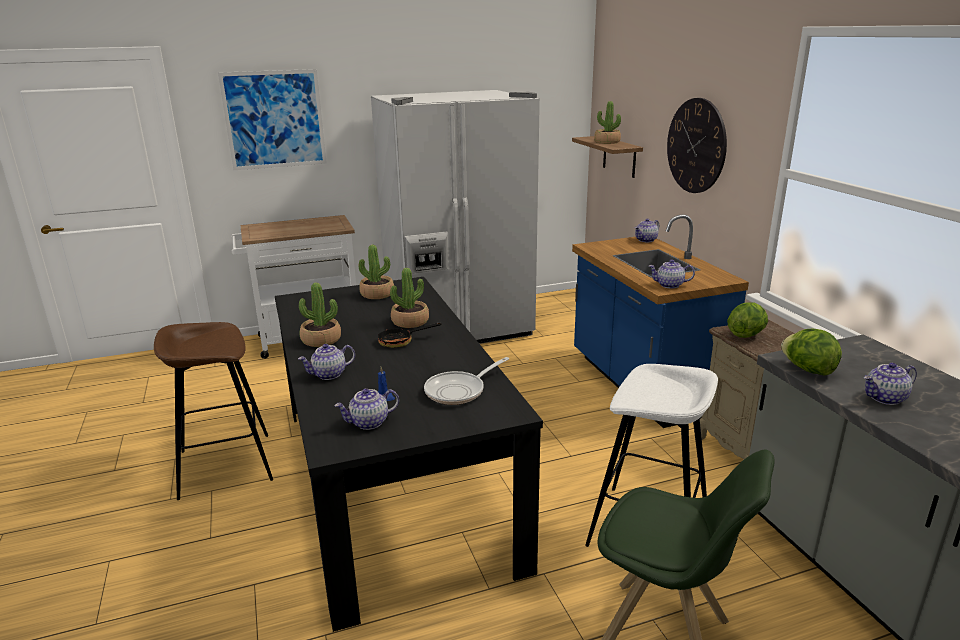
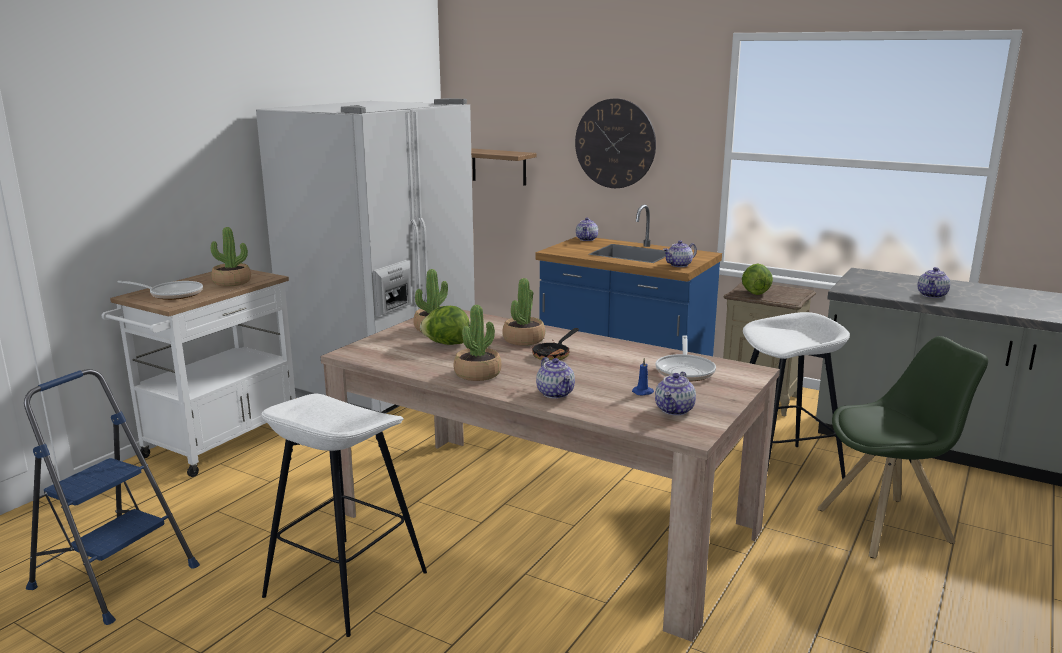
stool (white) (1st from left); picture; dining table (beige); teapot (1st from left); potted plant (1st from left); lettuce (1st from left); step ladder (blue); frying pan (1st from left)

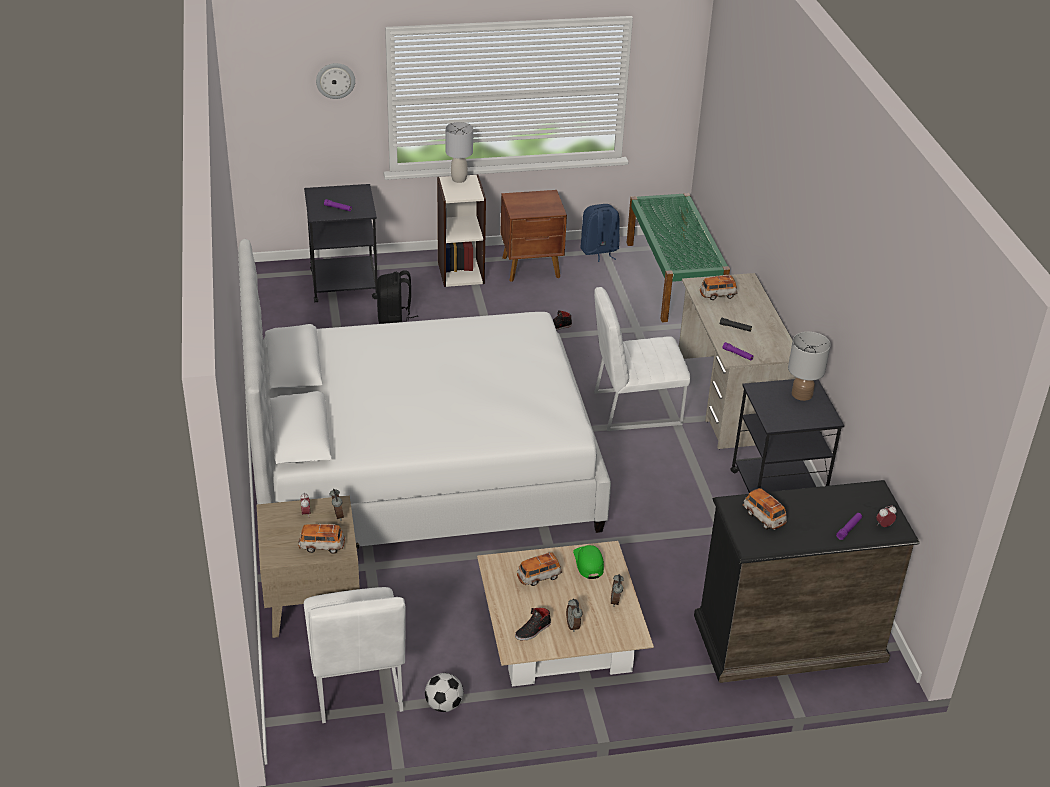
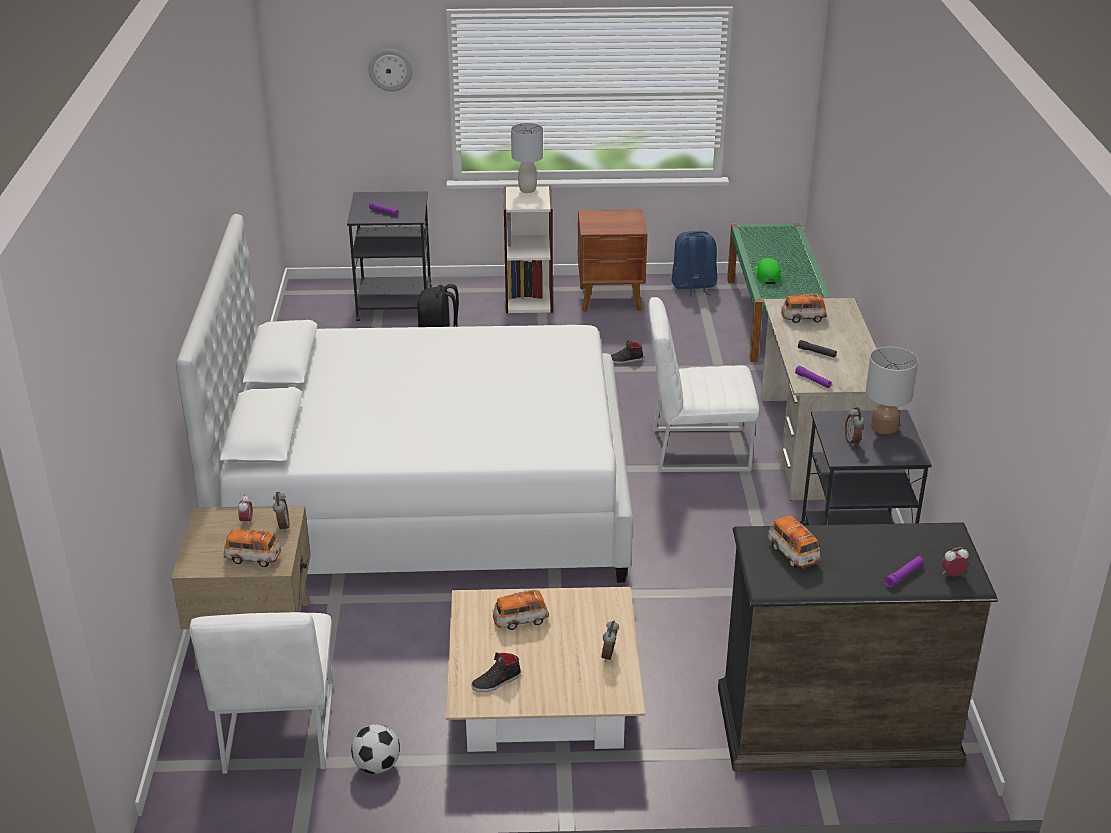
alarm clock (4th from left); cap (green)

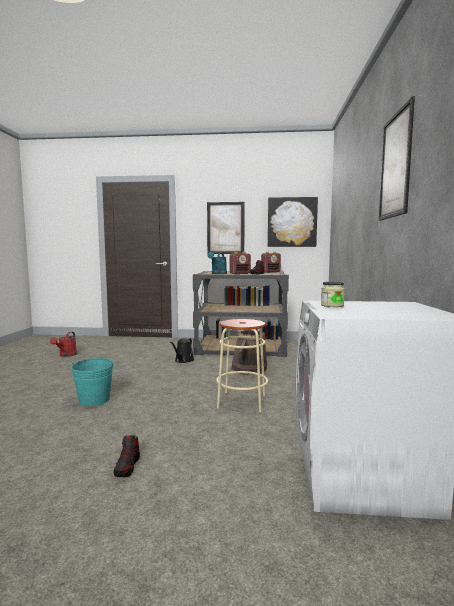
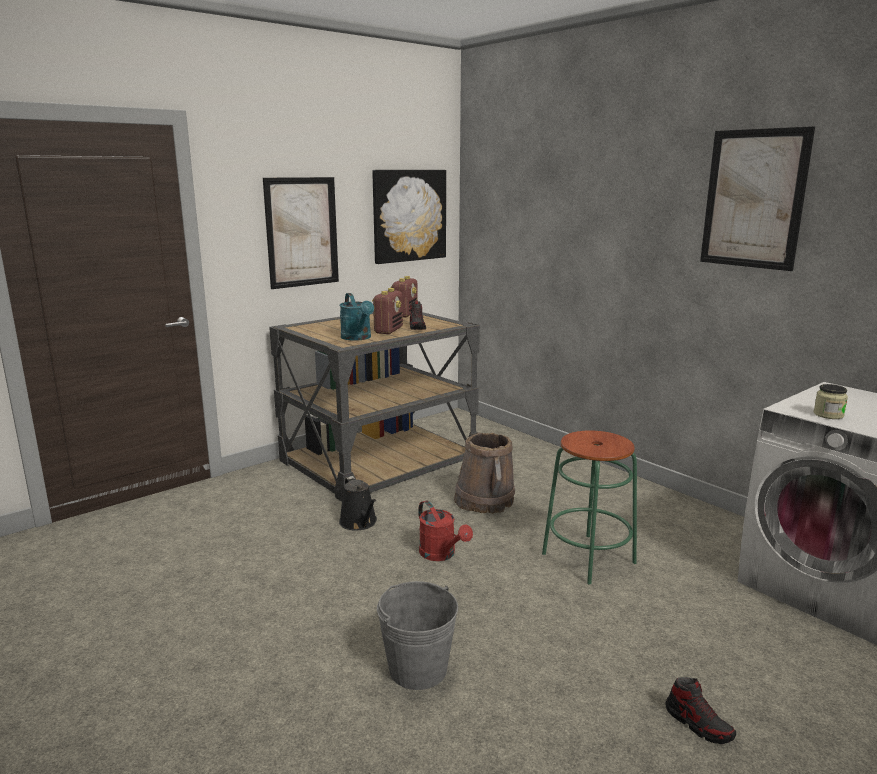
watering can (red); bucket (grey); stool (green)

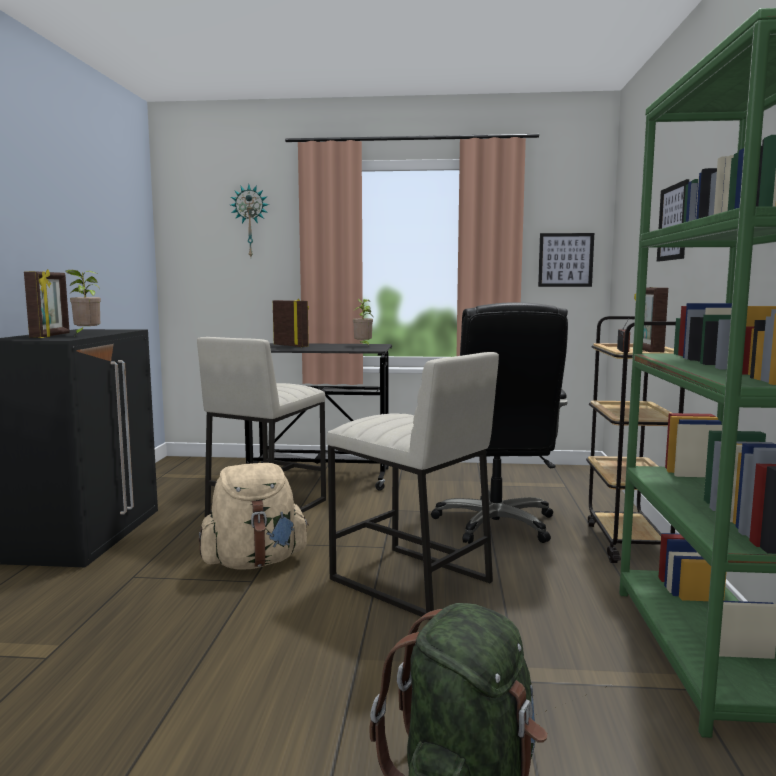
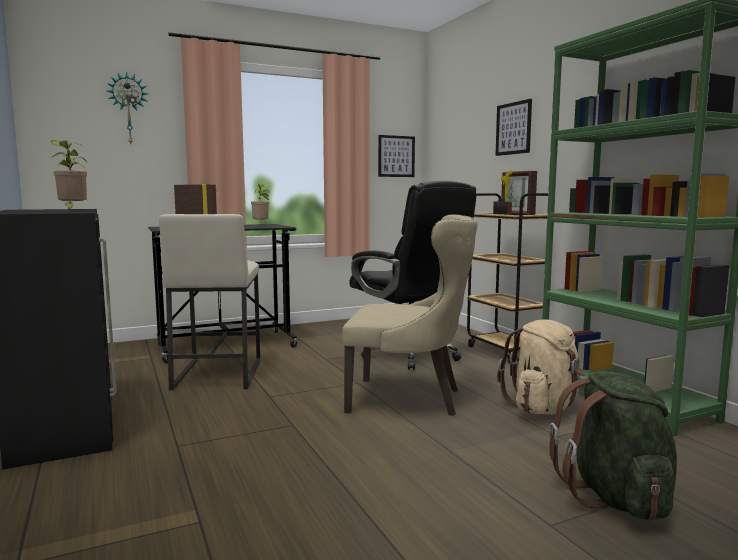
picture frame (1st from left in the first image); backpack (beige); chair (beige)

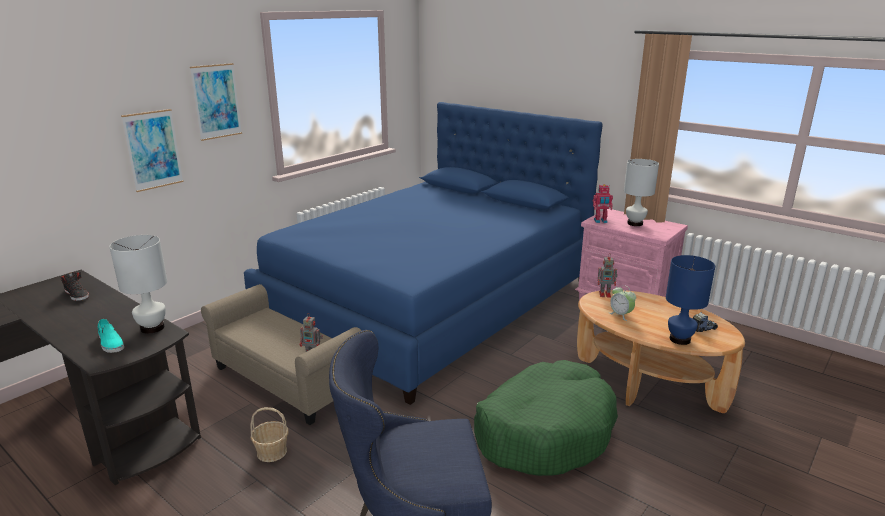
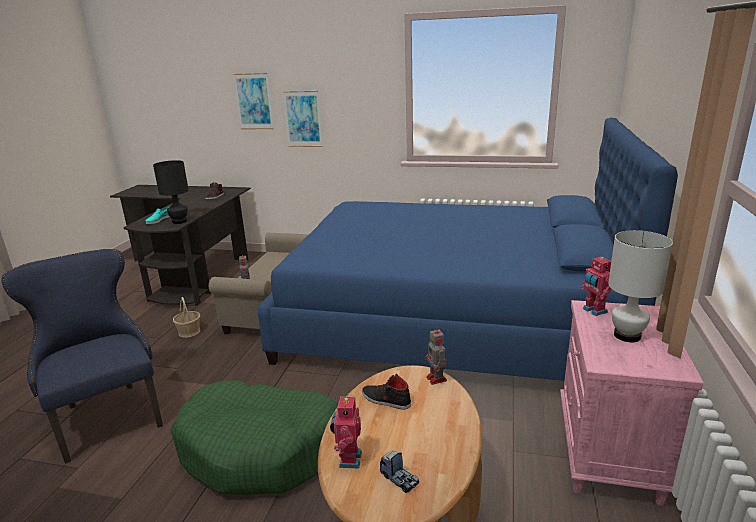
table lamp (black); picture (1st from left); shoe (black) (2nd from left); toy robot (2nd from left)

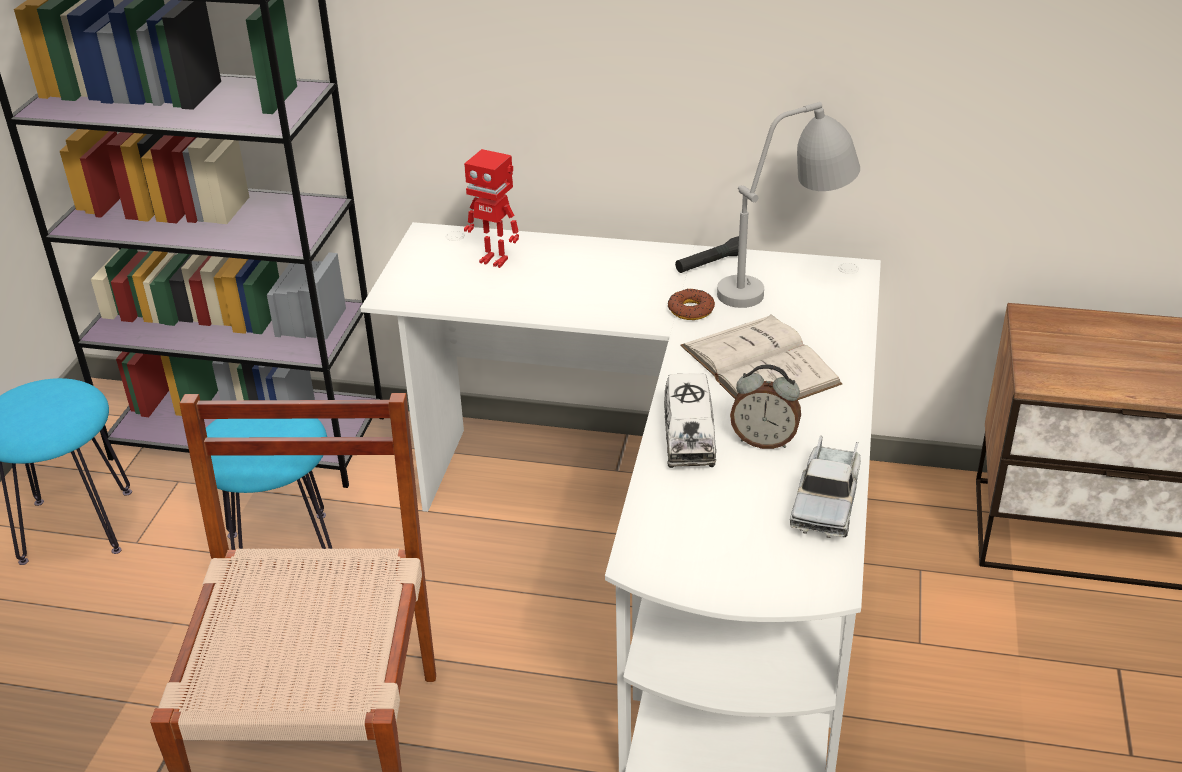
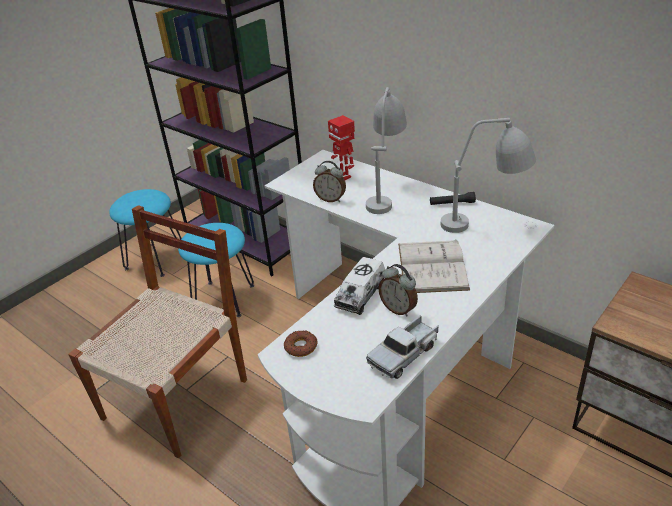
donut; alarm clock (1st from left); table lamp (grey) (1st from left)

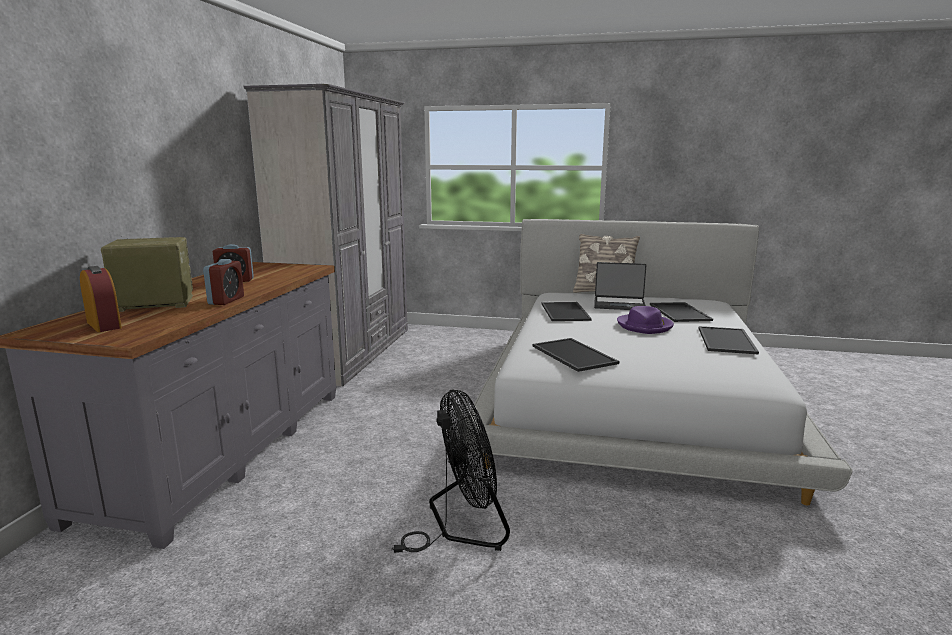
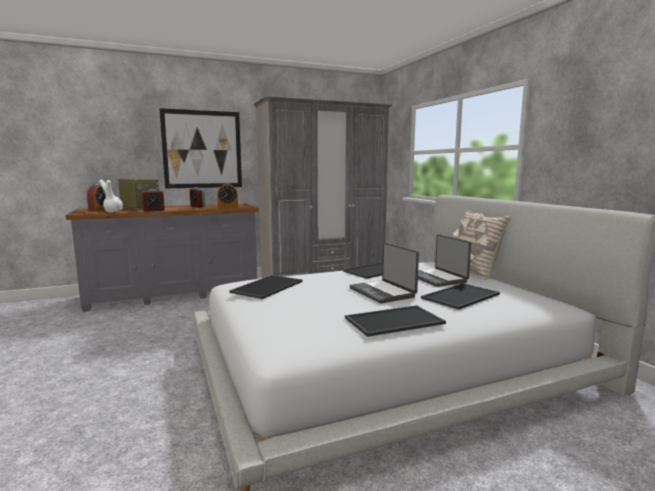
fan (black); laptop (1st from left); vase (white); picture; alarm clock (4th from left)

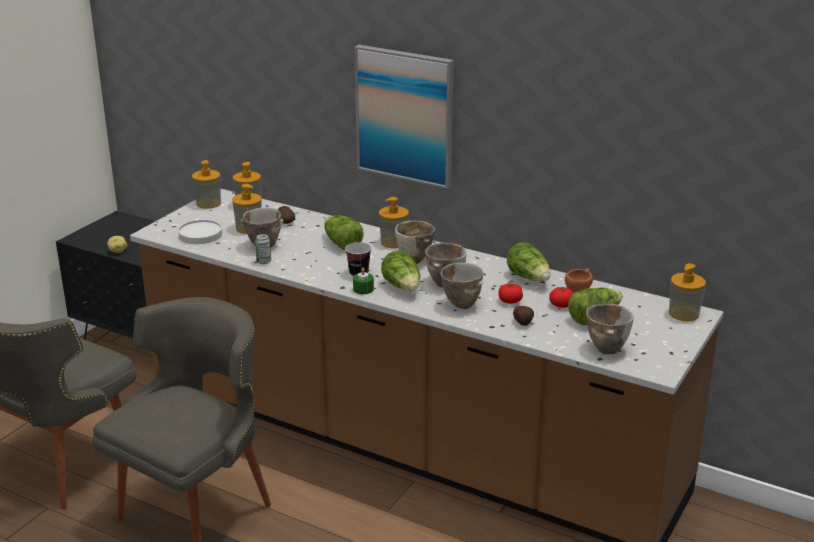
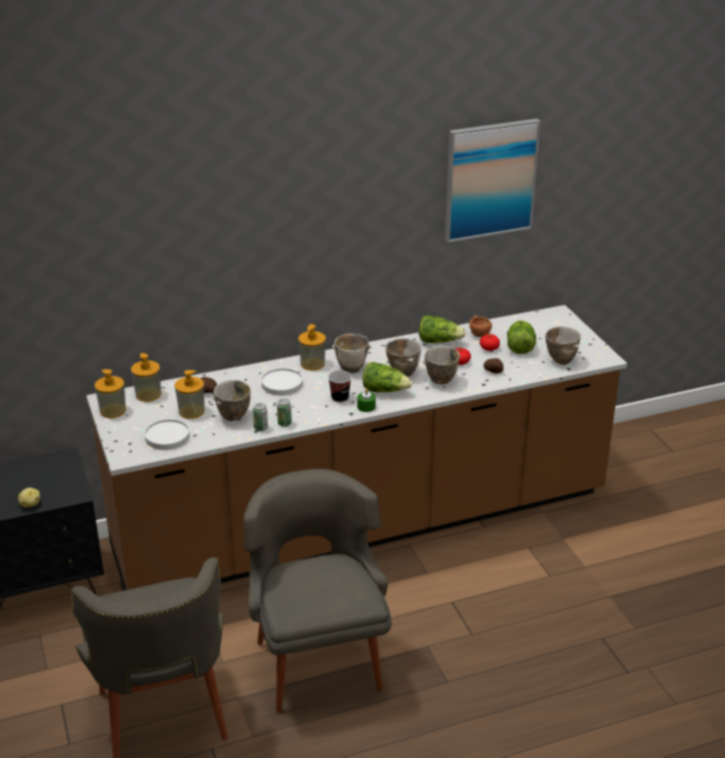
plate (white) (2nd from left); picture; soap dispenser (5th from left in the first image); can (2nd from left)

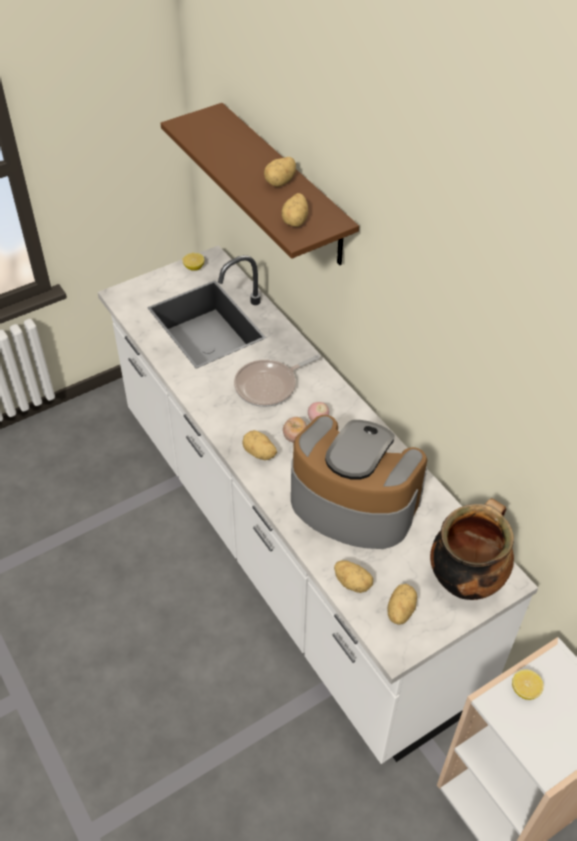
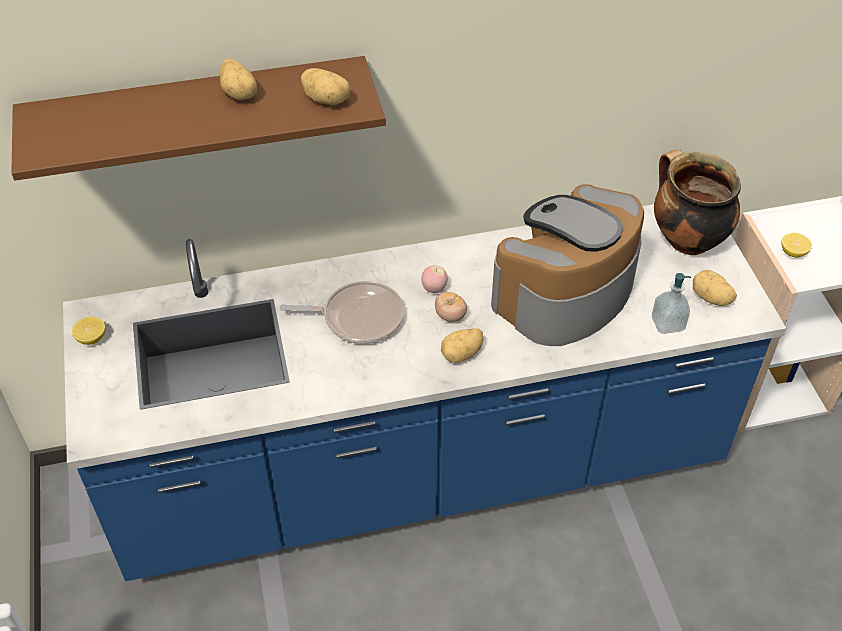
counter (blue); frying pan; soap dispenser

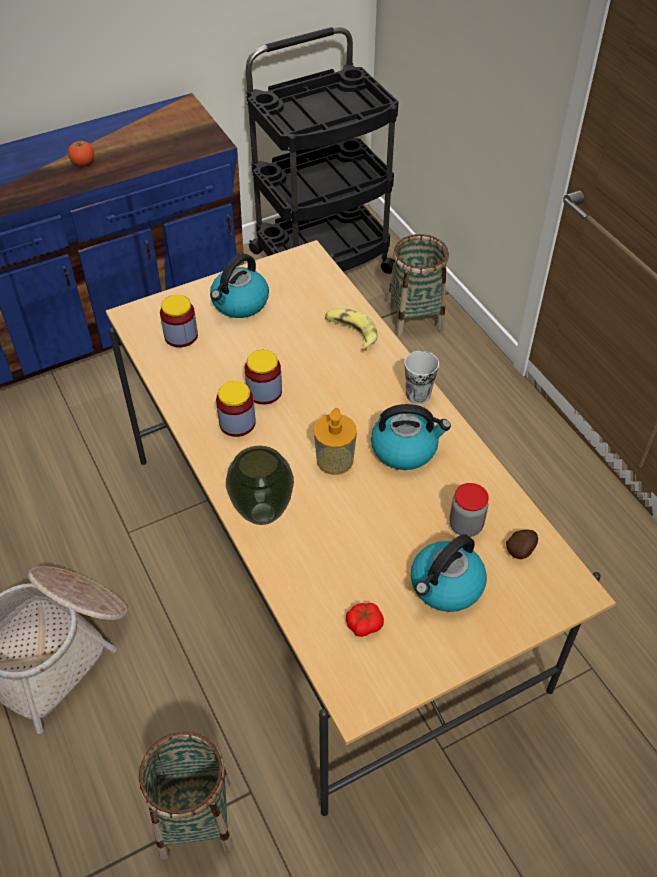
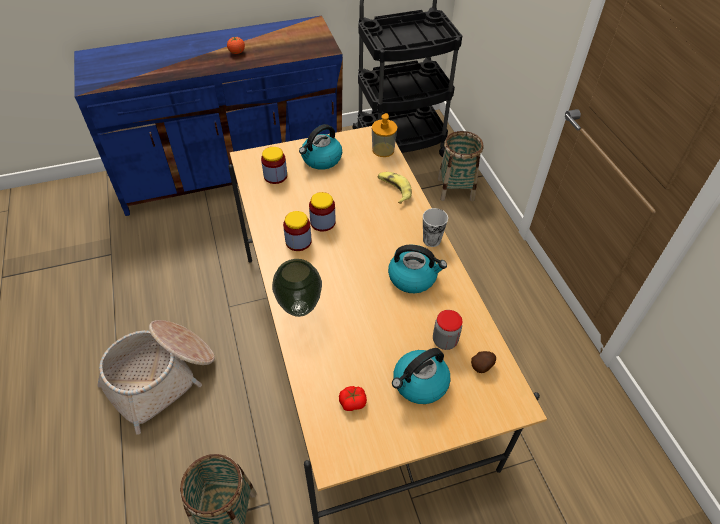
soap dispenser

